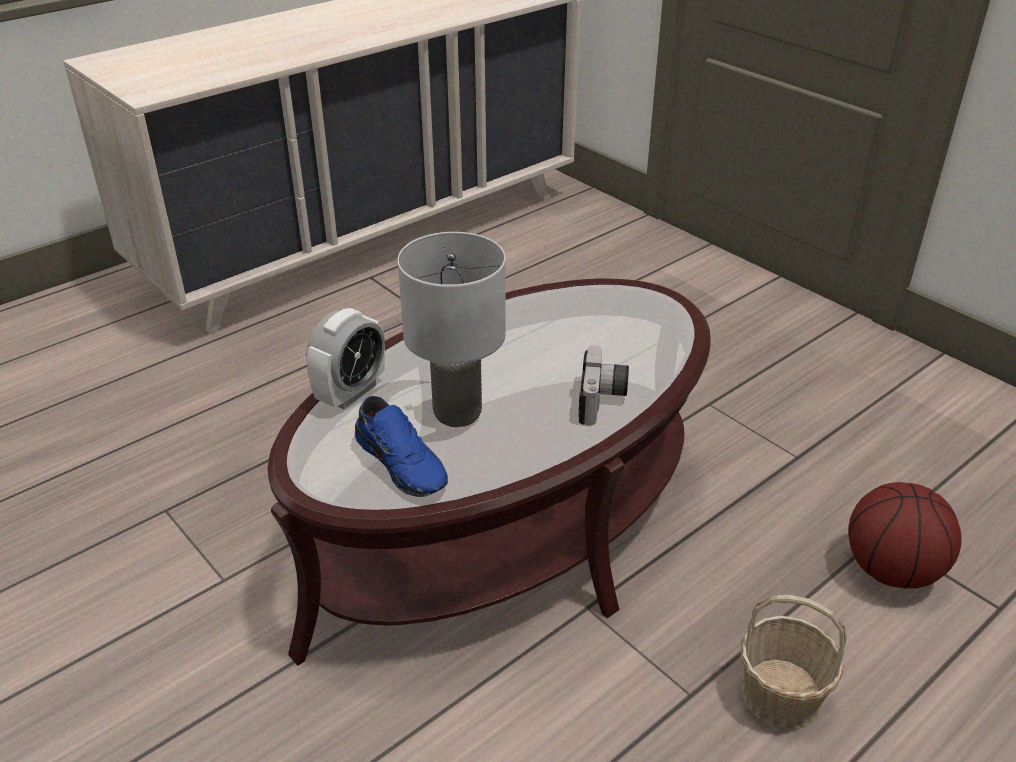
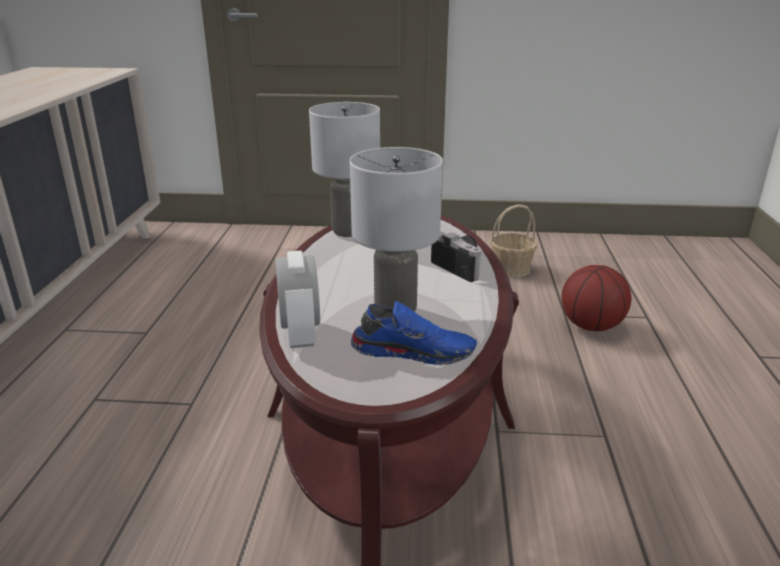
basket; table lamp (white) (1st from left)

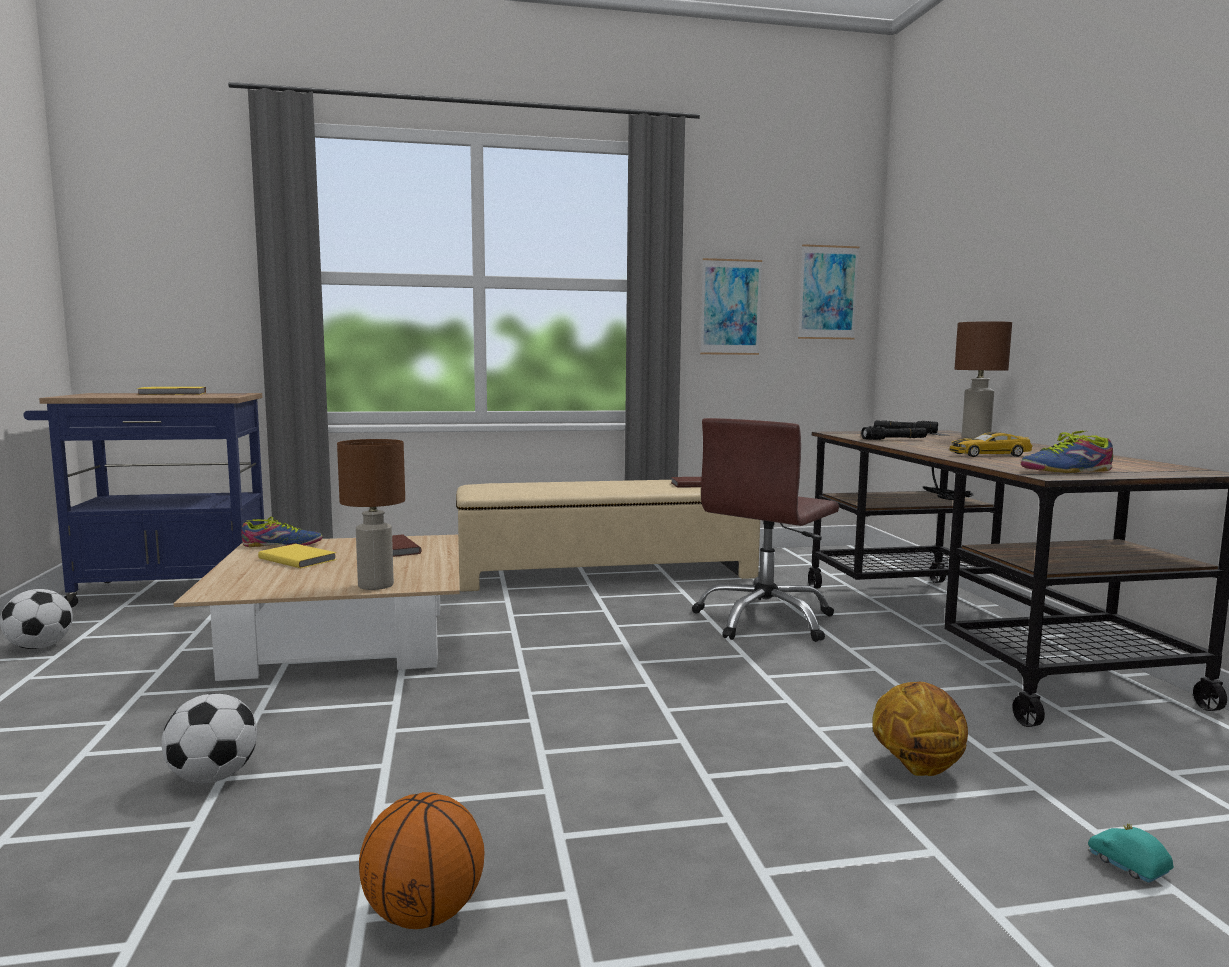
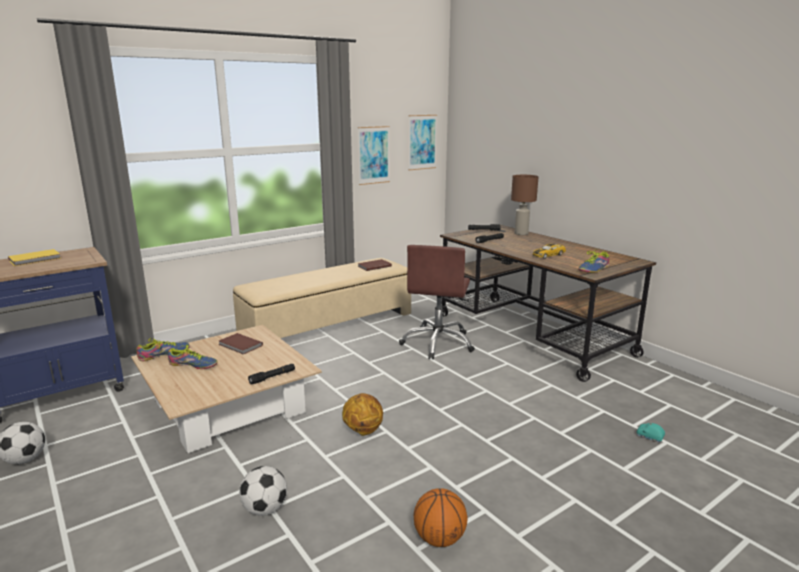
shoe (2nd from left); flashlight (black) (1st from left); basketball (1st from left)

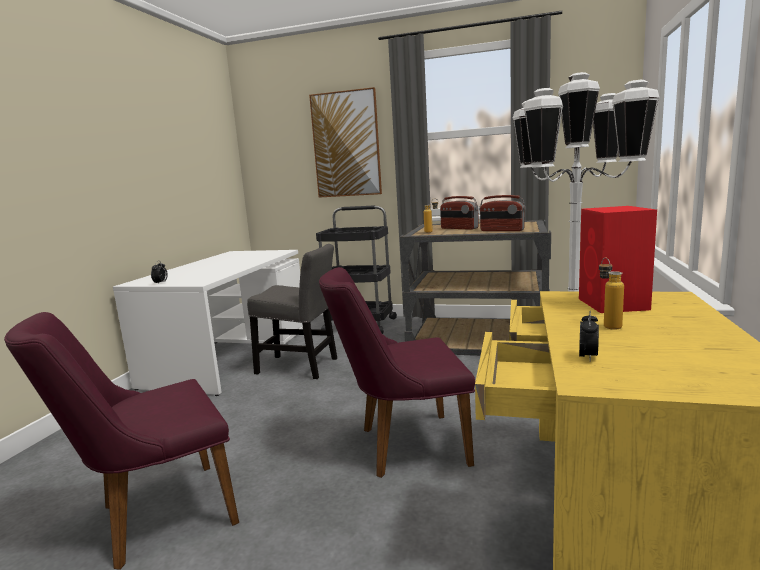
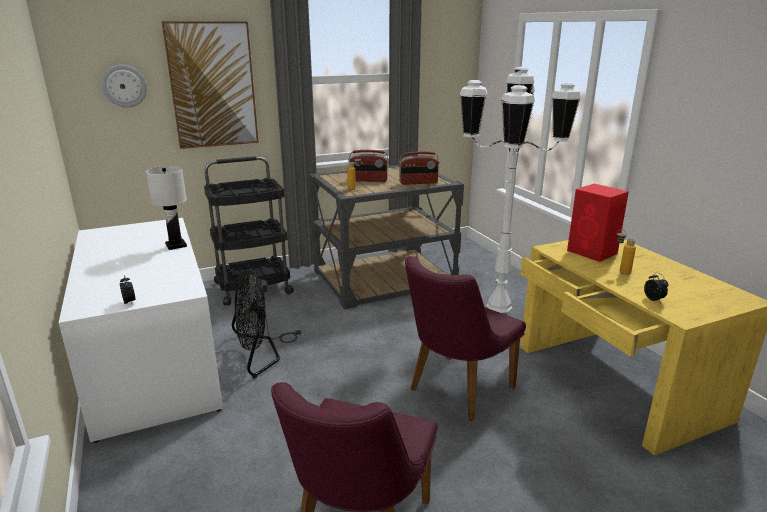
fan (black); wall clock; table lamp (white)

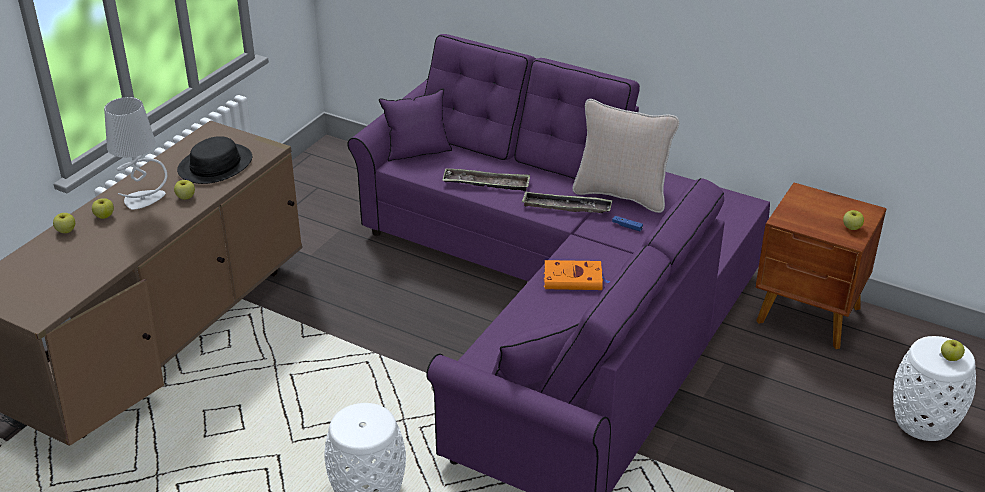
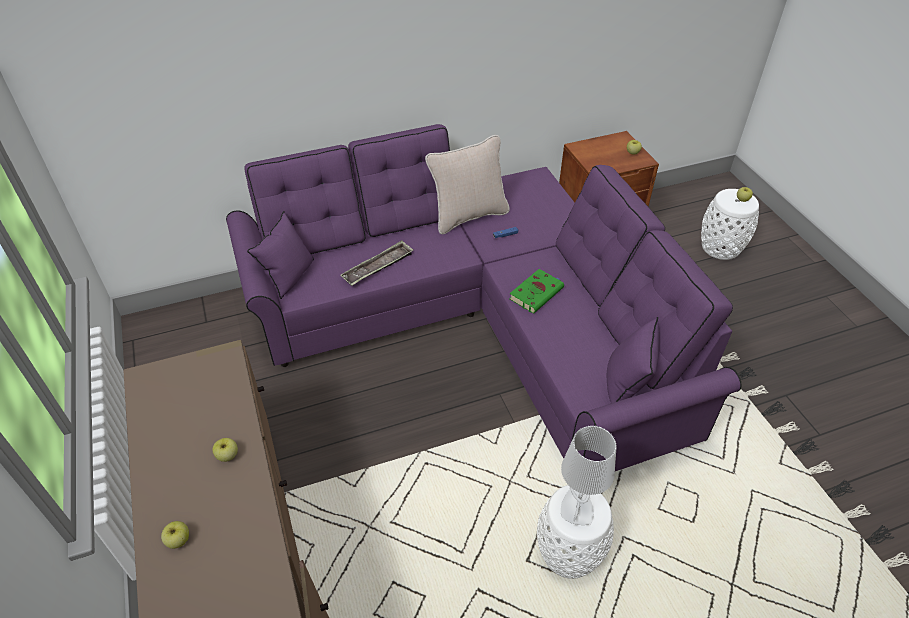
apple (1st from left in the first image); table lamp (grey); hat (black); tray (2nd from left in the first image); book (green)

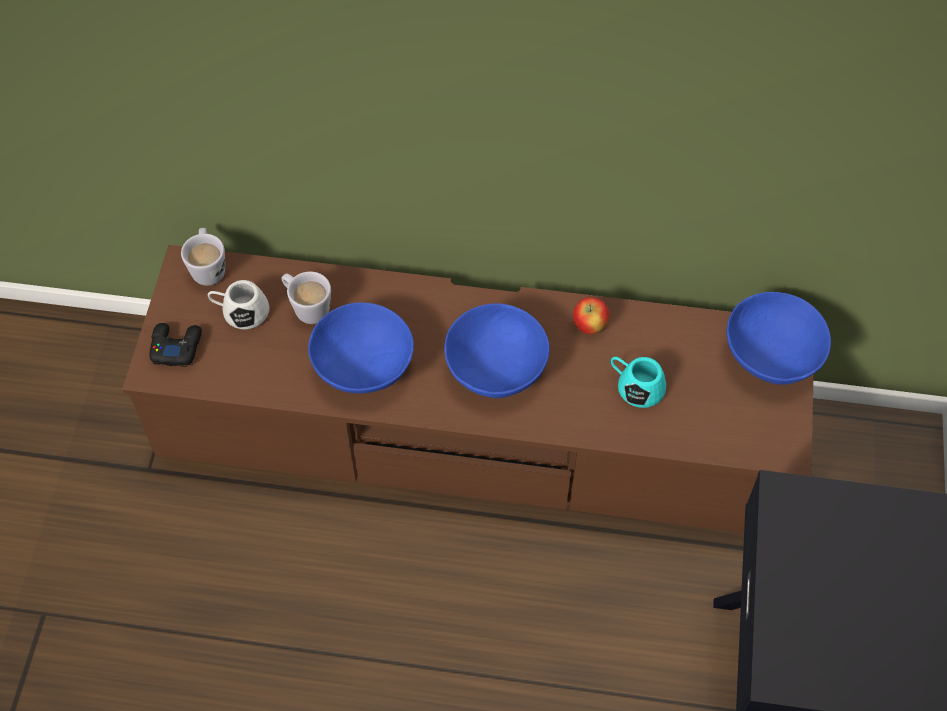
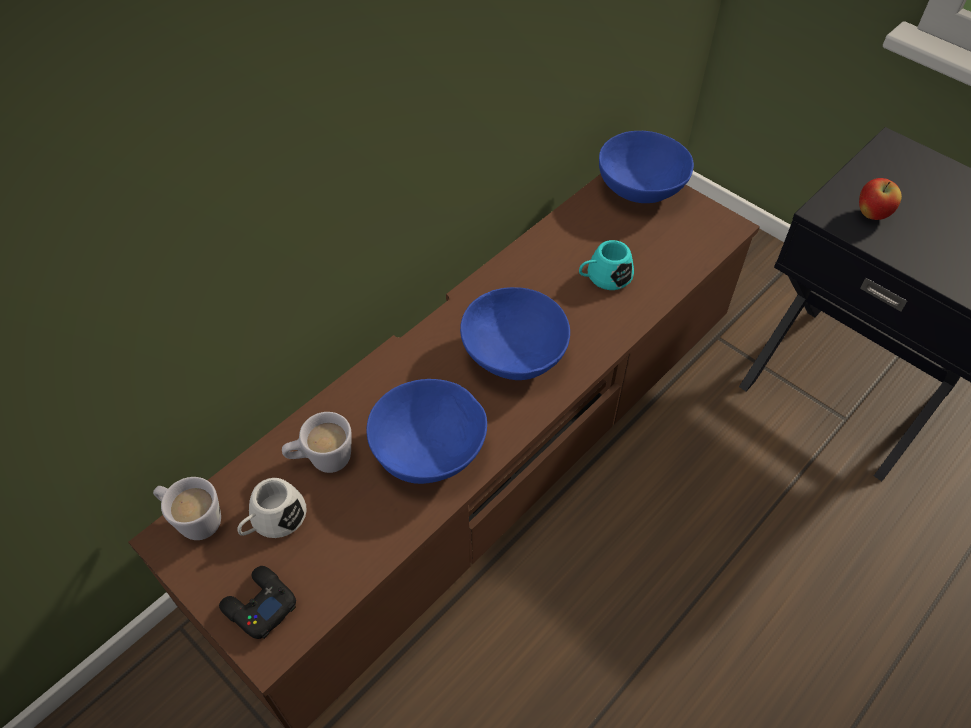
apple

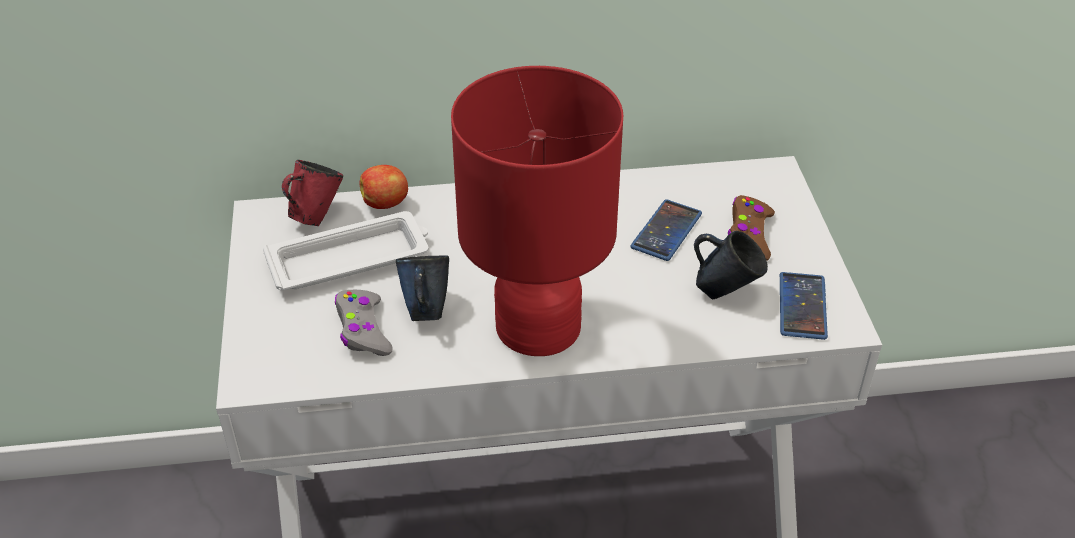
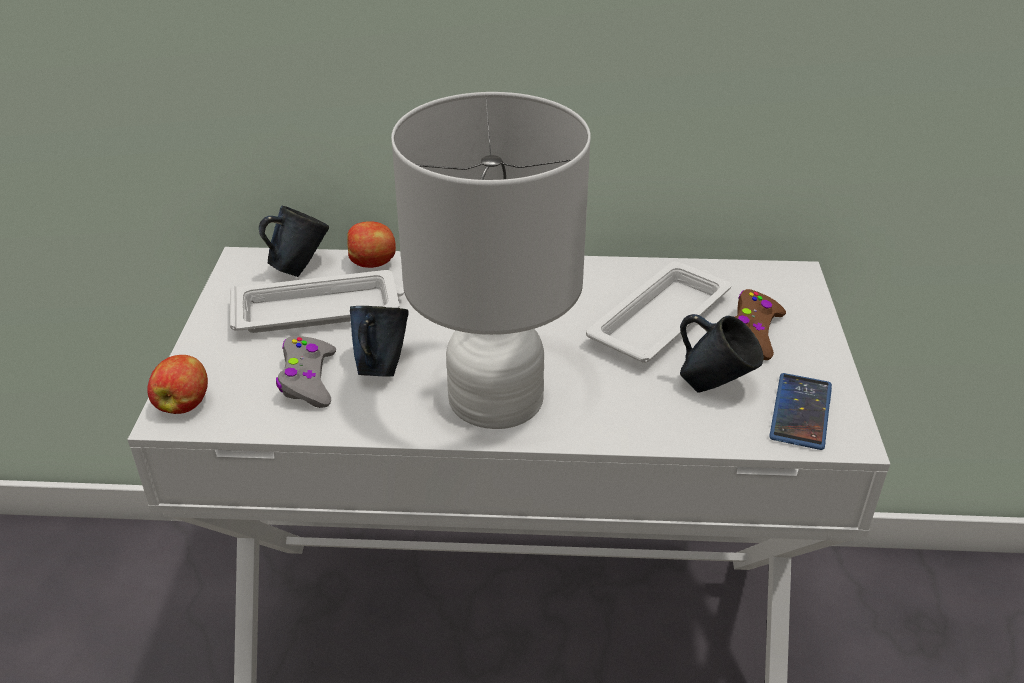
mug (blue) (1st from left); table lamp (grey); tray (white) (2nd from left); apple (1st from left)

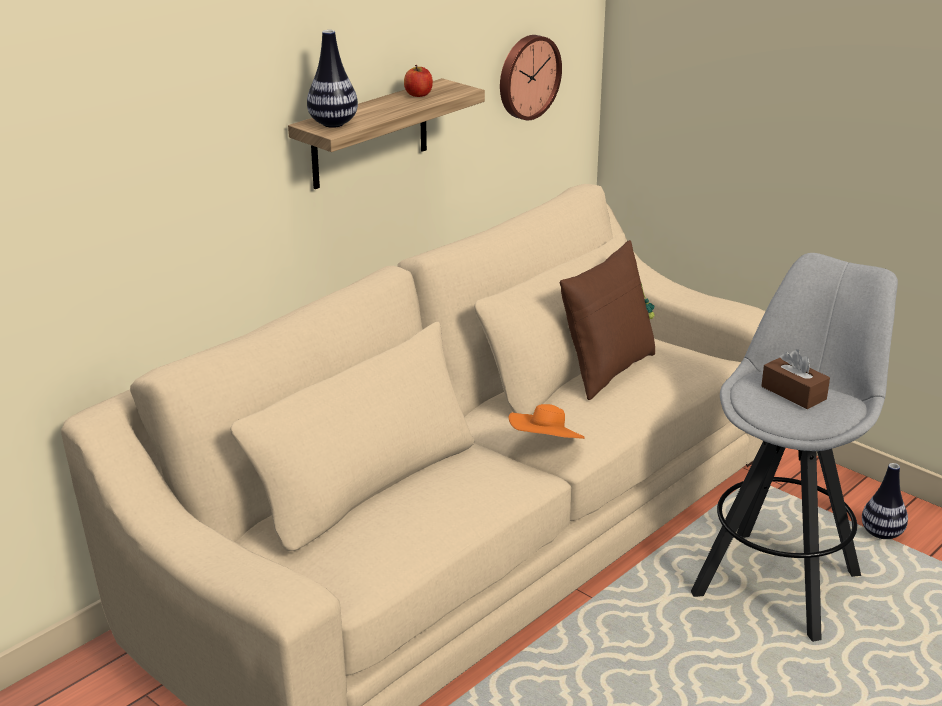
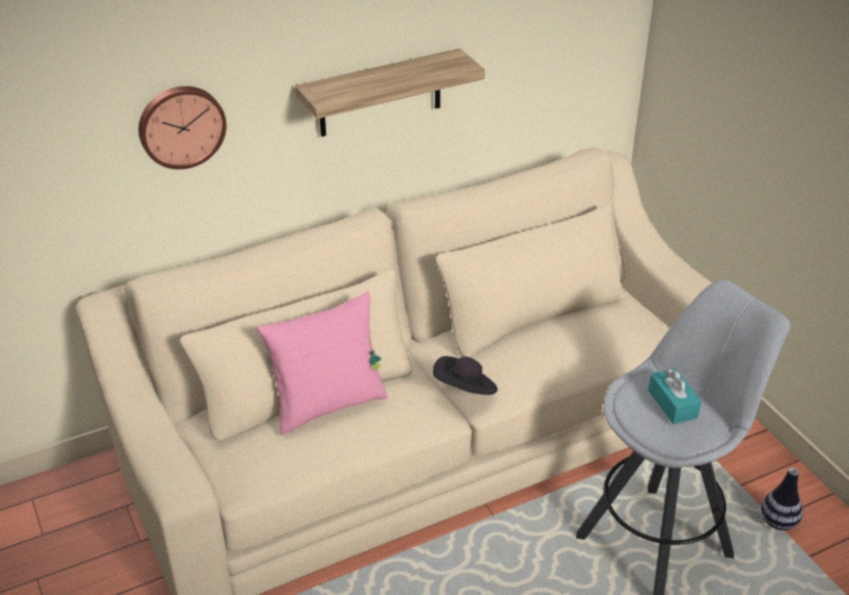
vase (1st from left in the first image); apple; wall clock; hat (black); pillow (brown); tissue box (turquoise); pillow (pink)

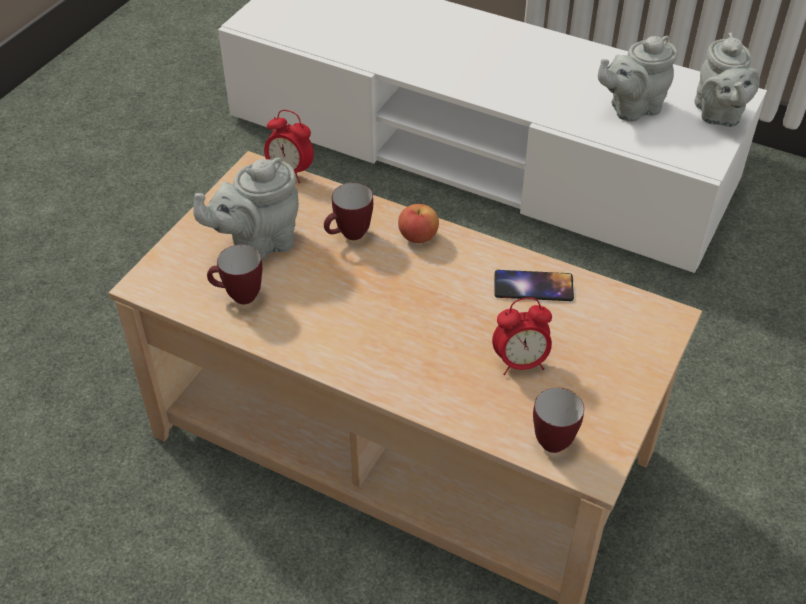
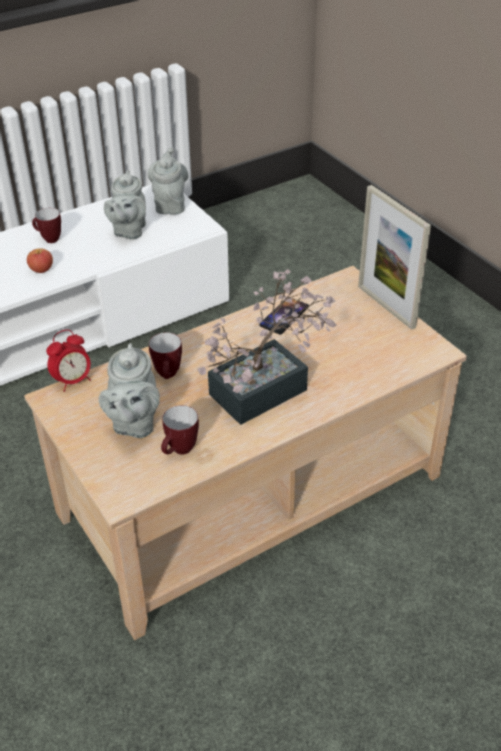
apple; alarm clock (2nd from left in the first image); mug (1st from left); teapot (grey) (3rd from left); potted plant; picture frame

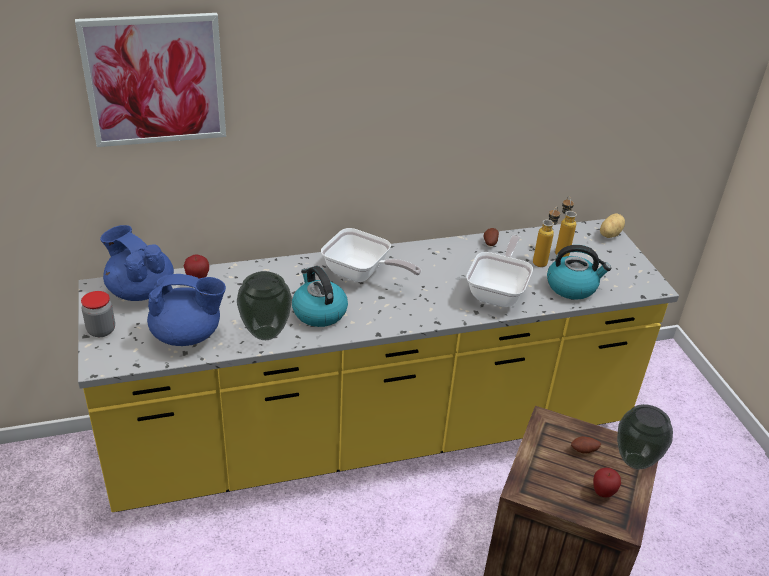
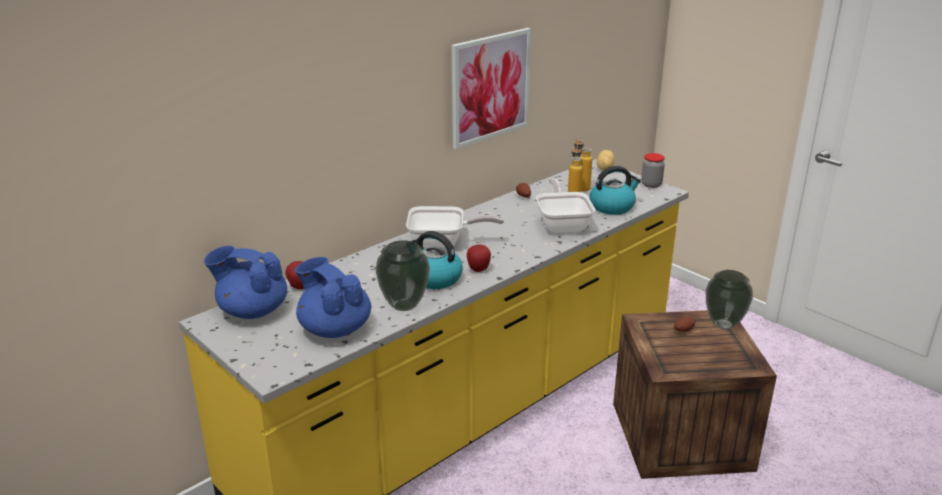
picture; jar; teapot (blue) (2nd from left); apple (2nd from left)

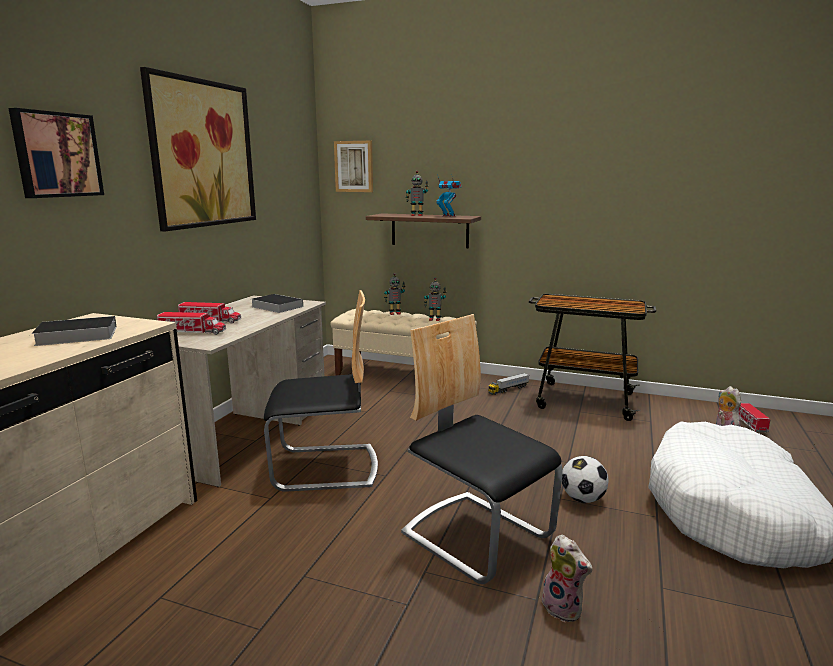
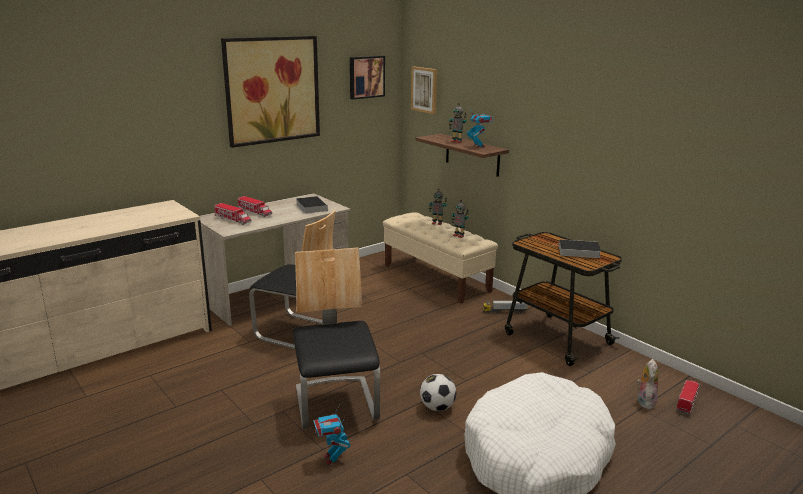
picture (2nd from left); book (2nd from left); toy robot (1st from left)

